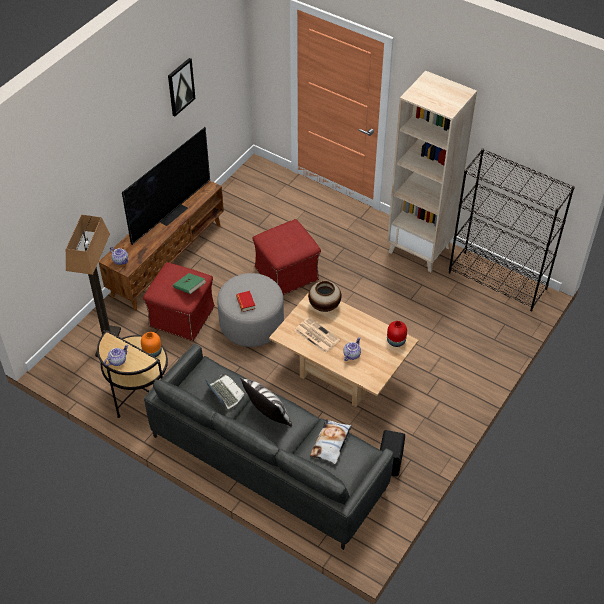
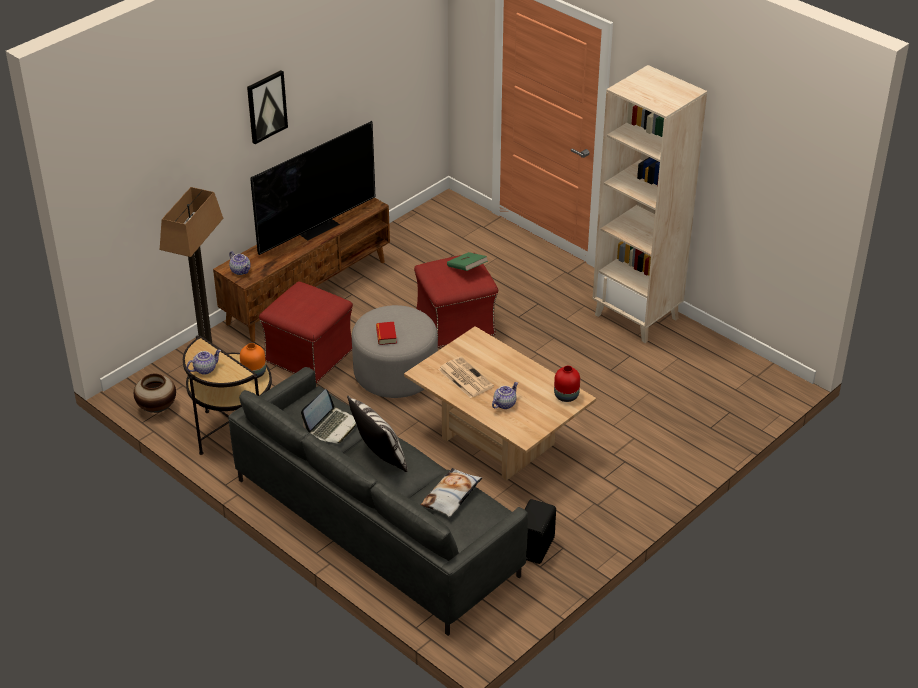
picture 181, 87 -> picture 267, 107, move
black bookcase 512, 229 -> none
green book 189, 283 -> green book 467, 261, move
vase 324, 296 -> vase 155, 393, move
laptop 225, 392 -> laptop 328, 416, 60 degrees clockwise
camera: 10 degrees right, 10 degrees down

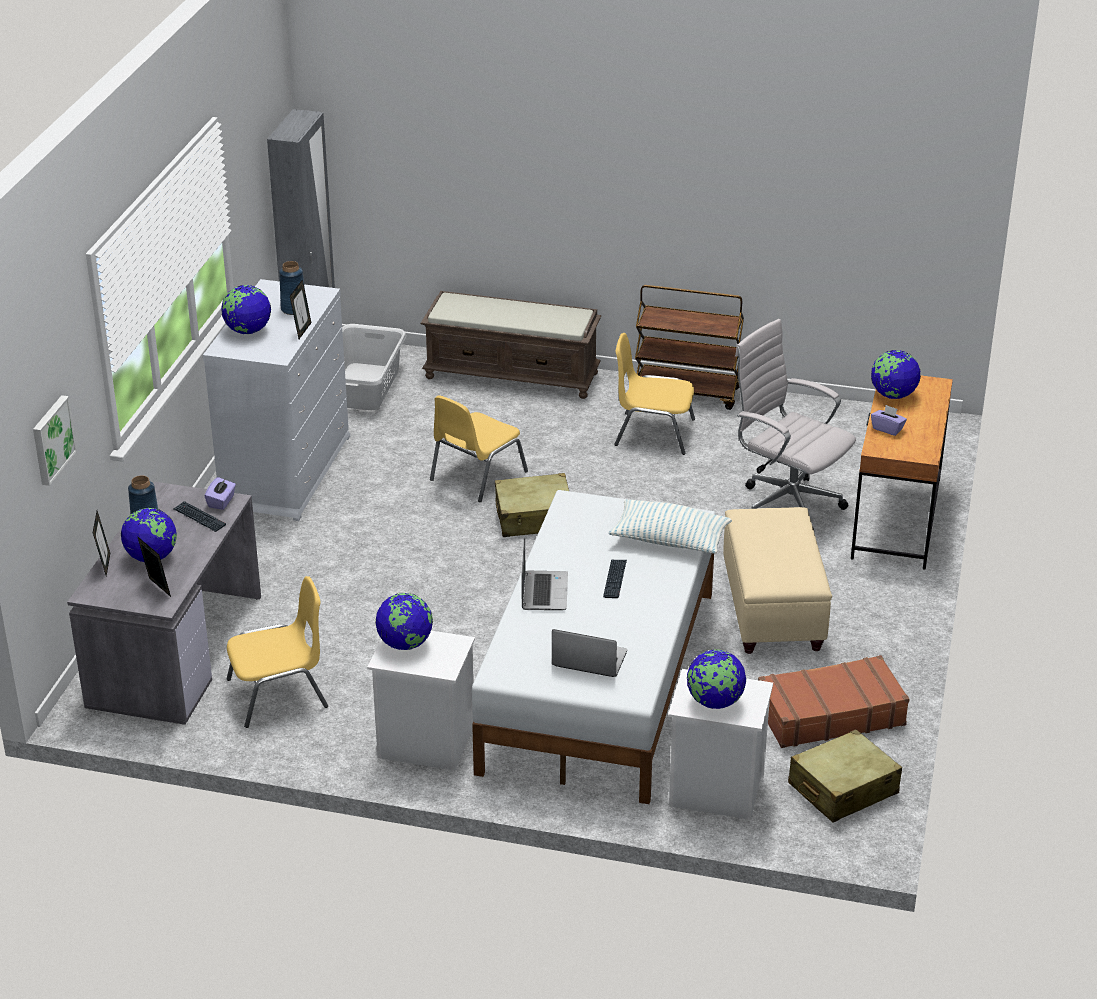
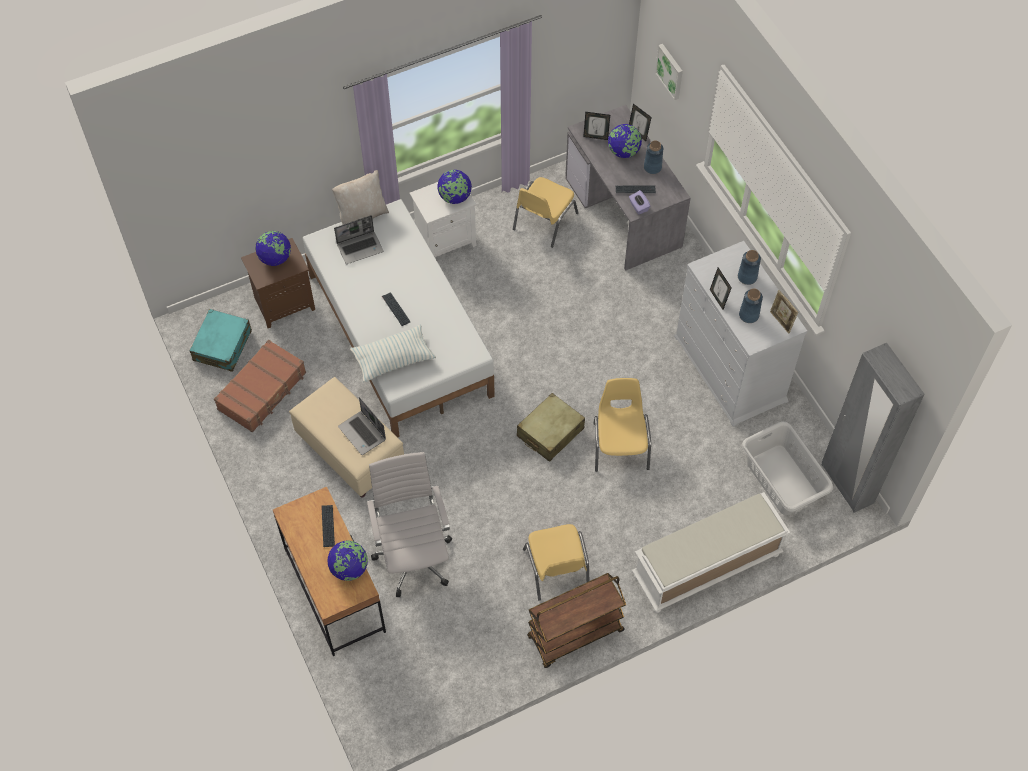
globe 246, 309 -> blue vase 749, 267
brown bench 510, 345 -> white bench 711, 552
white office chair 795, 424 -> white office chair 409, 524, 105 degrees counterclockwise
yellow chair 654, 394 -> yellow chair 556, 562, 105 degrees clockwise
purple tissue box 889, 420 -> keyboard 328, 526
laptop 544, 574 -> laptop 362, 426, move
white nightstand 720, 744 -> brown nightstand 278, 283
beige suitcase 845, 775 -> turquoise suitcase 221, 340
none -> beige pillow 360, 197
none -> picture frame 784, 312
camera: 140 degrees right, 25 degrees up

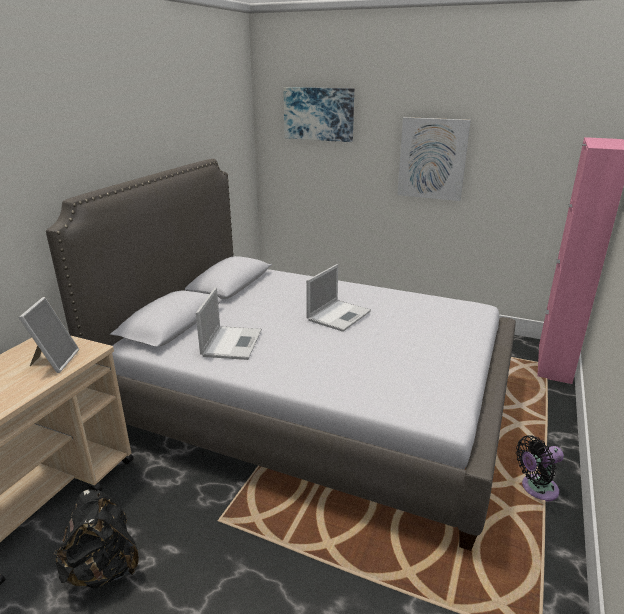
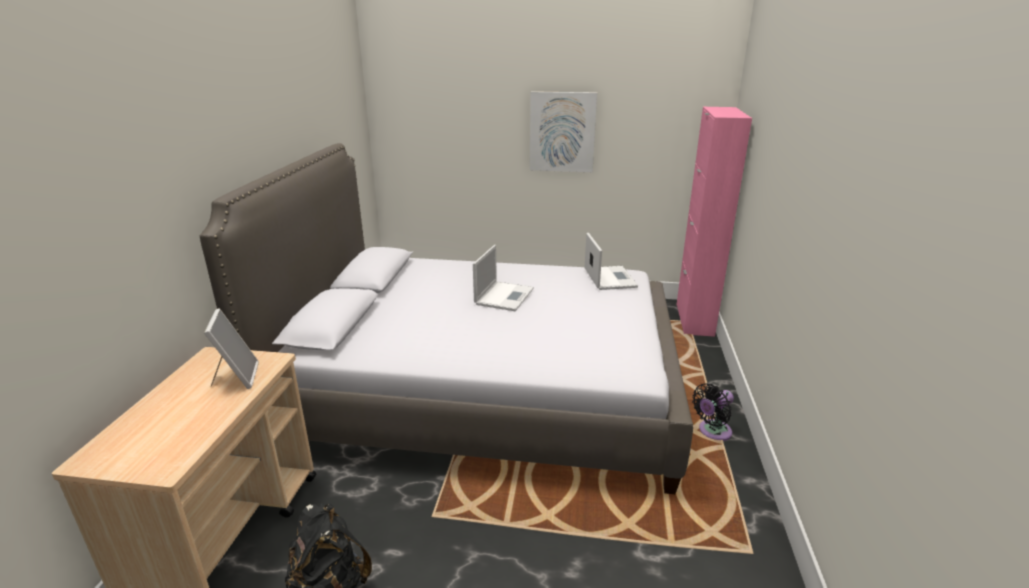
picture 318, 114 -> none
laptop 229, 323 -> laptop 611, 261, move
camera: 15 degrees left, 0 degrees up

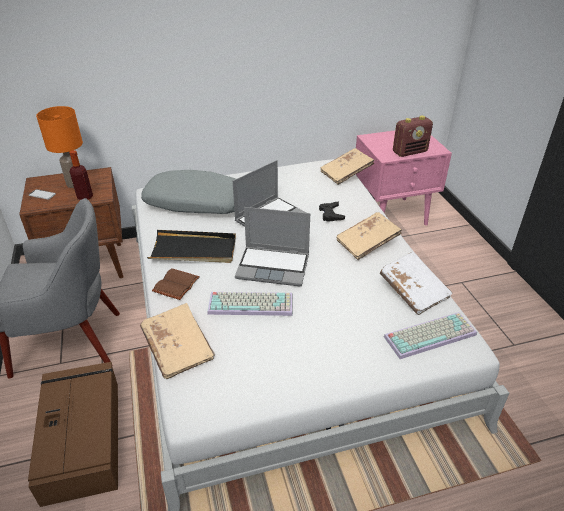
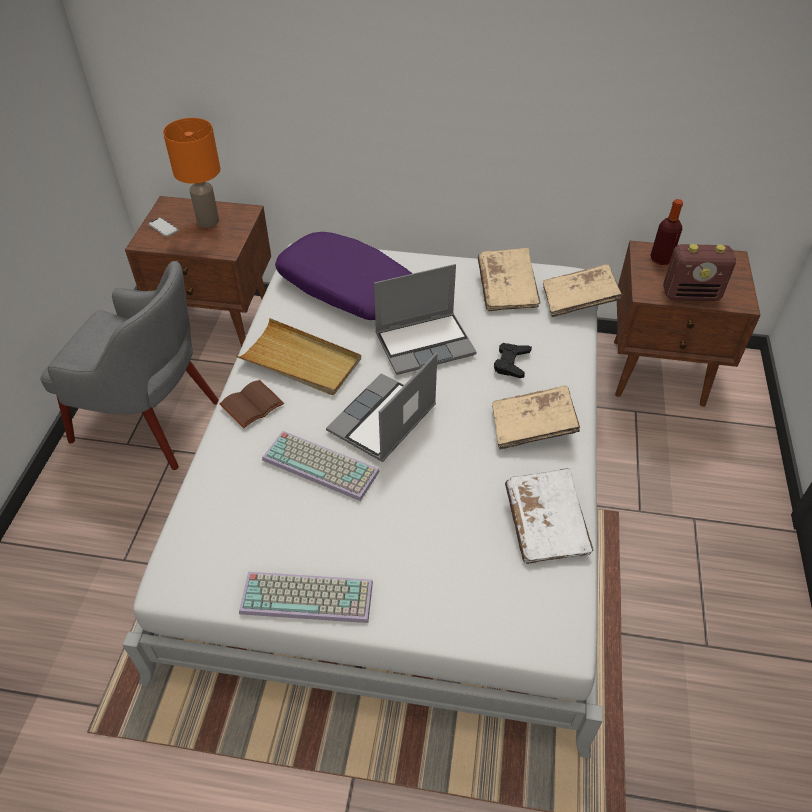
pink nightstand 404, 178 -> brown nightstand 687, 323
bottle 81, 175 -> bottle 666, 232, move
grey pillow 188, 192 -> purple pillow 343, 276
laptop 272, 246 -> laptop 381, 407, 90 degrees clockwise
black tray 191, 246 -> beige tray 298, 356
beige book 177, 341 -> beige book 509, 279, move
keyboard 430, 335 -> keyboard 306, 597, move
brown storage box 73, 434 -> none
camera: 25 degrees right, 10 degrees up

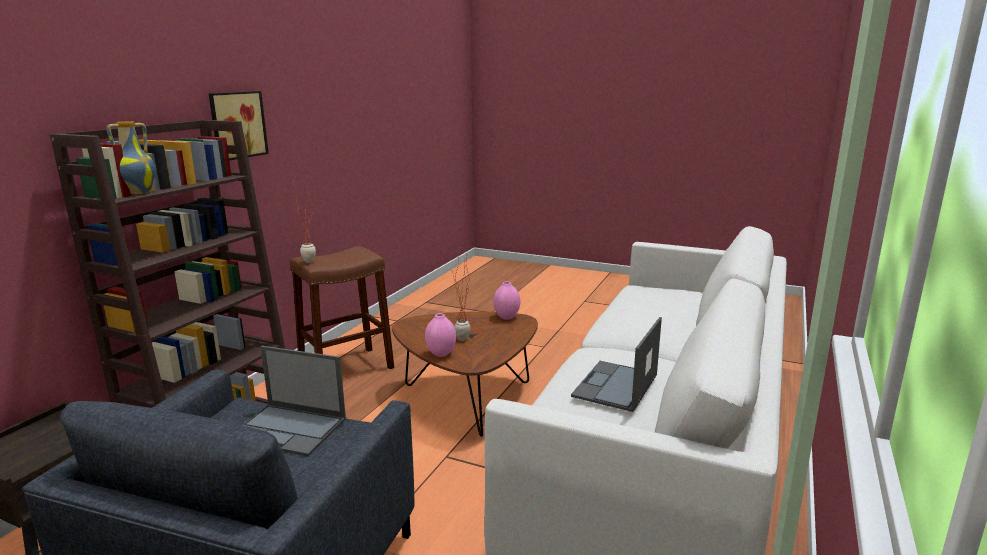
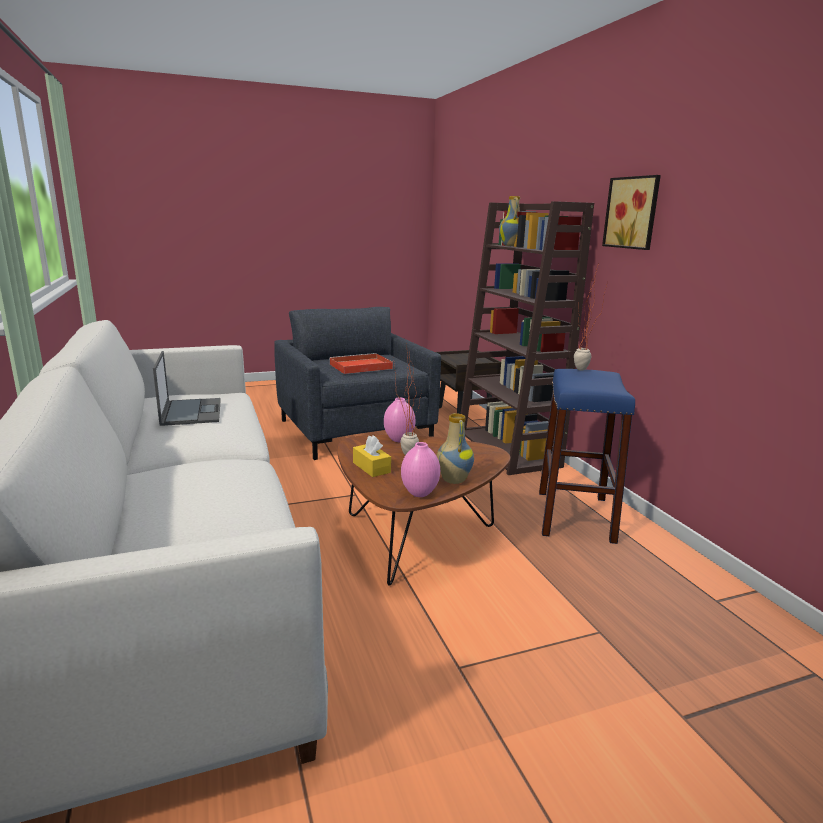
brown stool 342, 307 -> blue stool 587, 456
laptop 294, 401 -> red tray 361, 363
none -> vase 455, 448
none -> yellow tissue box 372, 456
camera: 135 degrees right, 0 degrees up

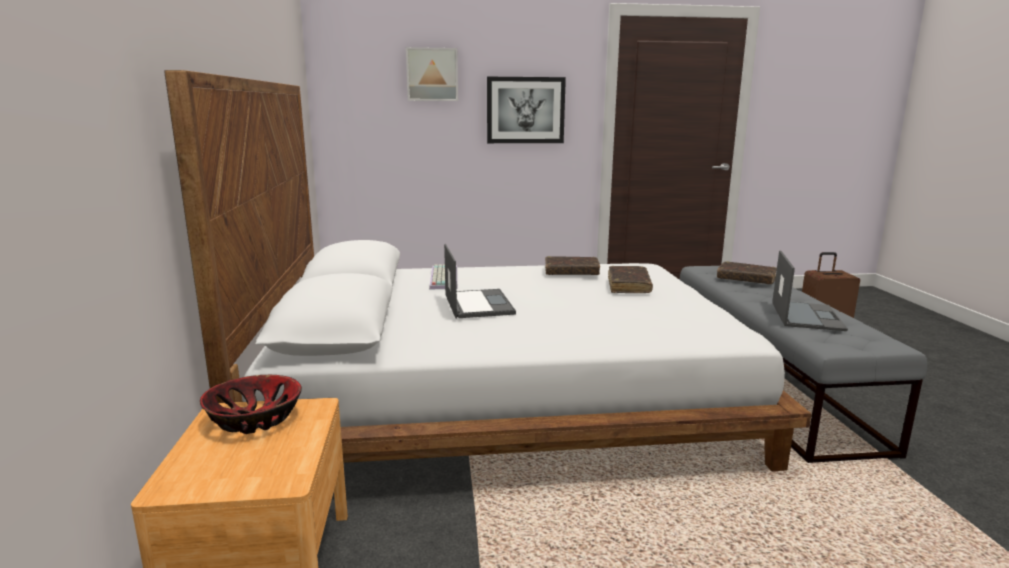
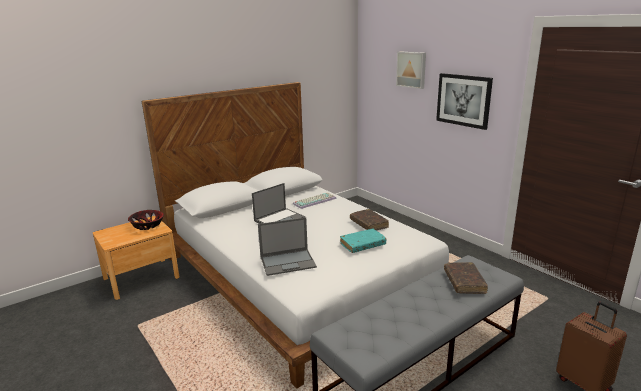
laptop 810, 291 -> laptop 287, 246, move
brown book 630, 279 -> turquoise book 363, 241
camera: 60 degrees right, 5 degrees up

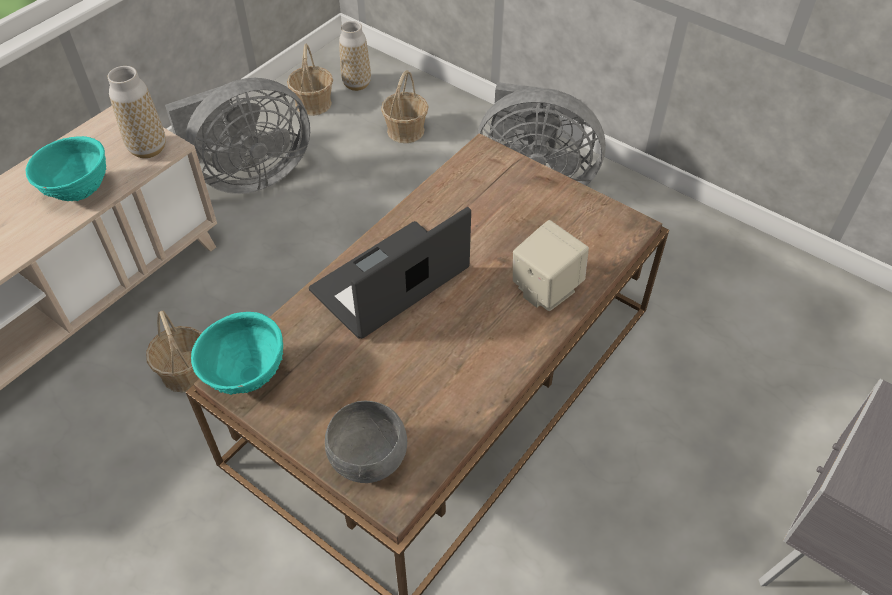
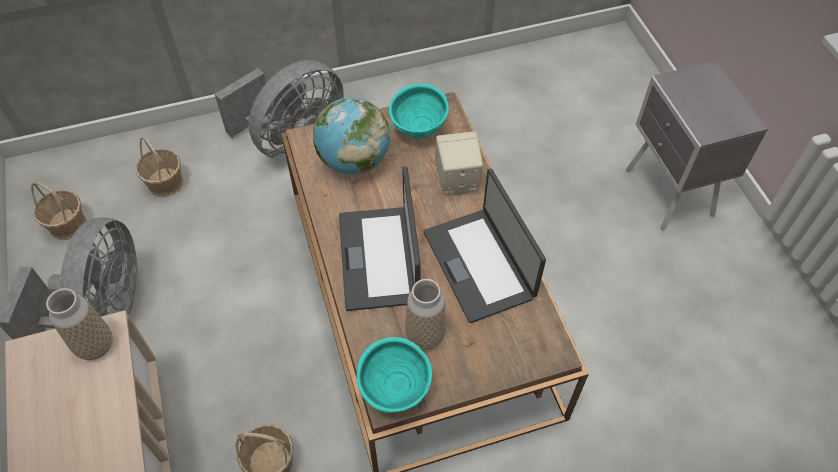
vase 355, 56 -> vase 425, 314, move
turquoise bowl 66, 168 -> turquoise bowl 419, 111, move
grey bowl 366, 442 -> none
none -> globe 351, 136
none -> laptop 485, 245
camera: 55 degrees left, 5 degrees up

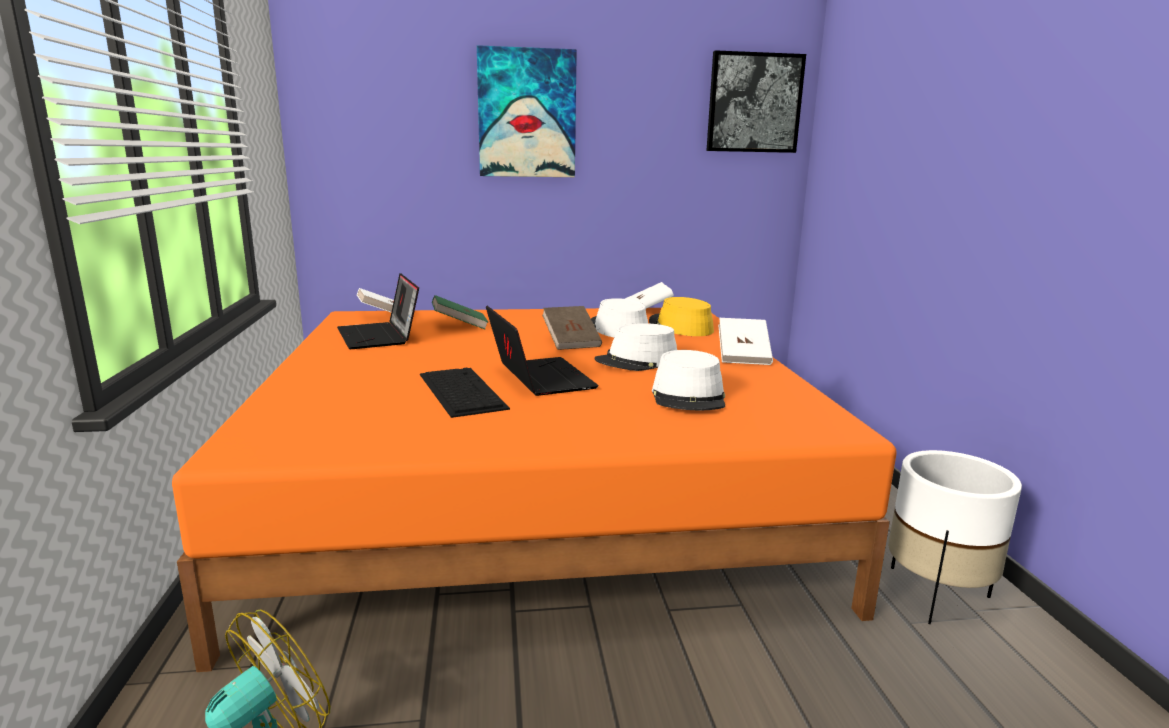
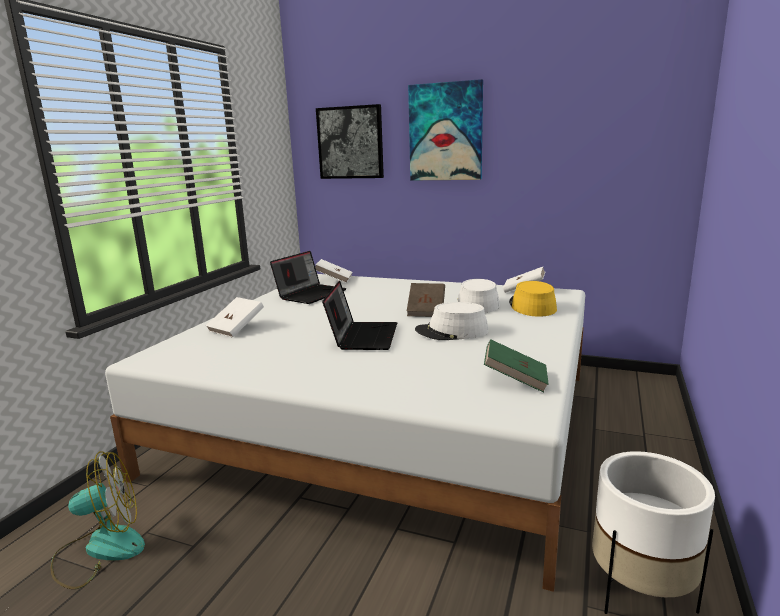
picture 756, 101 -> picture 350, 141, move
laptop 378, 311 -> laptop 308, 277, 150 degrees counterclockwise
green book 460, 312 -> green book 516, 366, move
orange bed 534, 490 -> white bed 345, 433
white book 745, 341 -> white book 235, 317, move
white hat 688, 380 -> none
keyboard 465, 393 -> none
camera: 30 degrees right, 0 degrees up

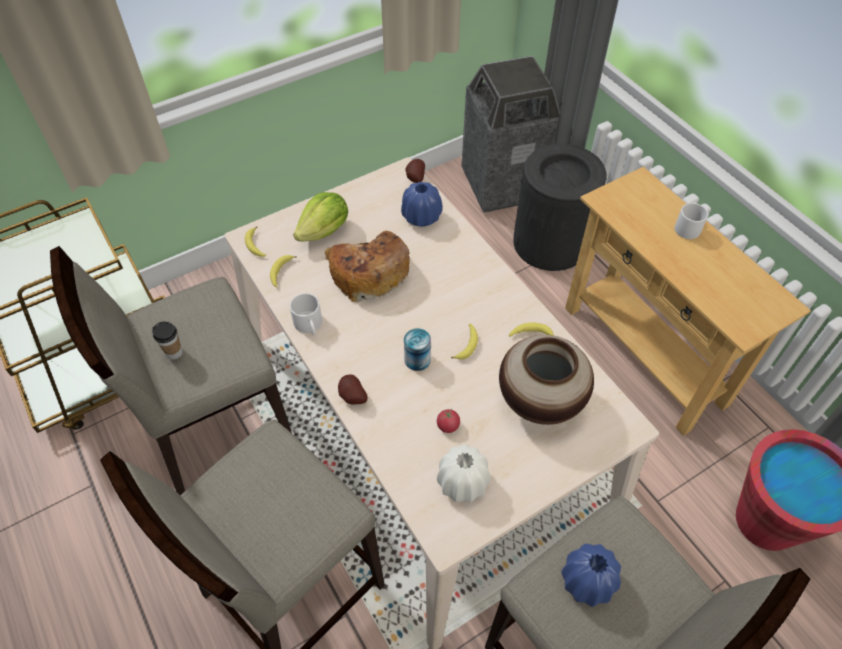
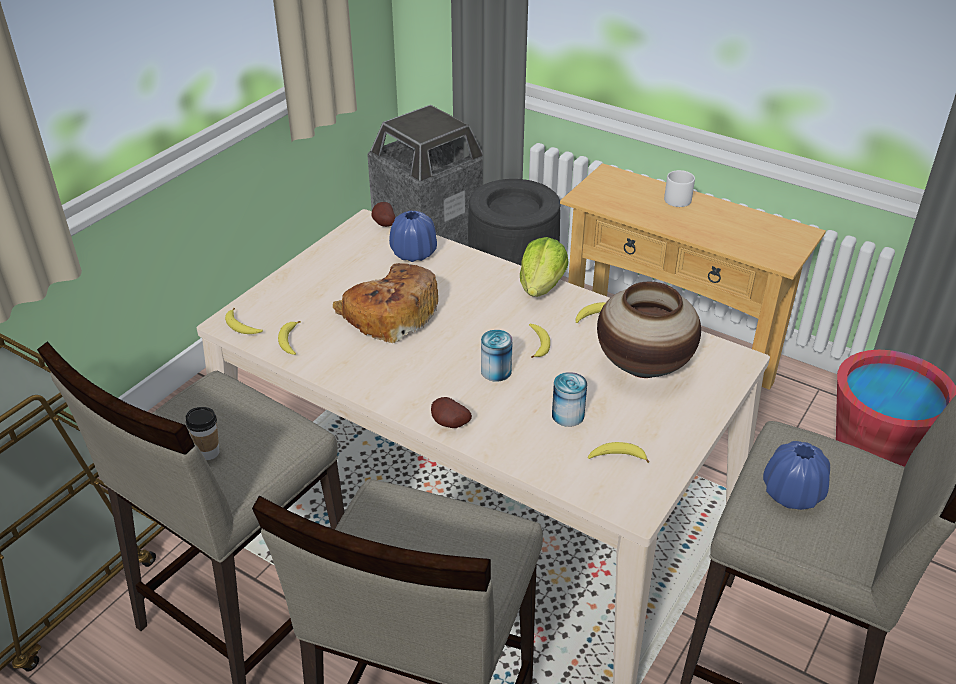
lettuce 320, 216 -> lettuce 544, 267, move
white mug 306, 314 -> none
tomato 448, 420 -> can 569, 399
white vase 464, 474 -> banana 618, 452
camera: 25 degrees left, 15 degrees down

